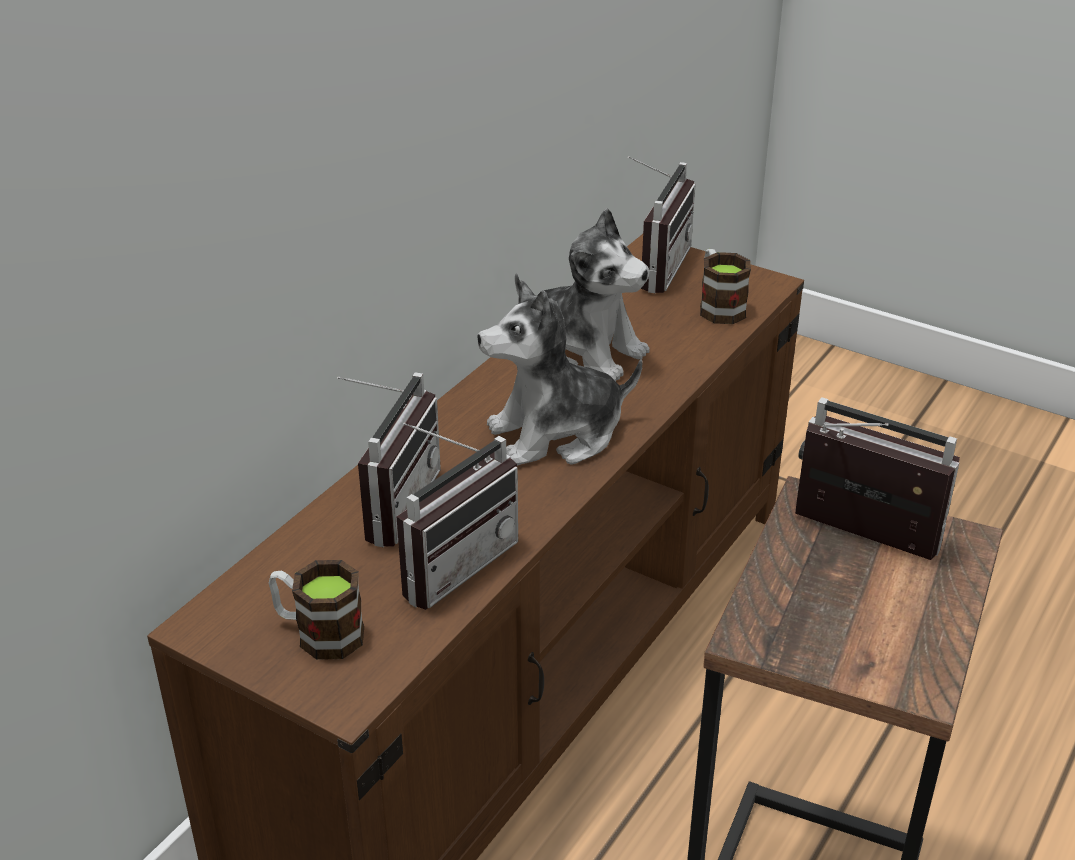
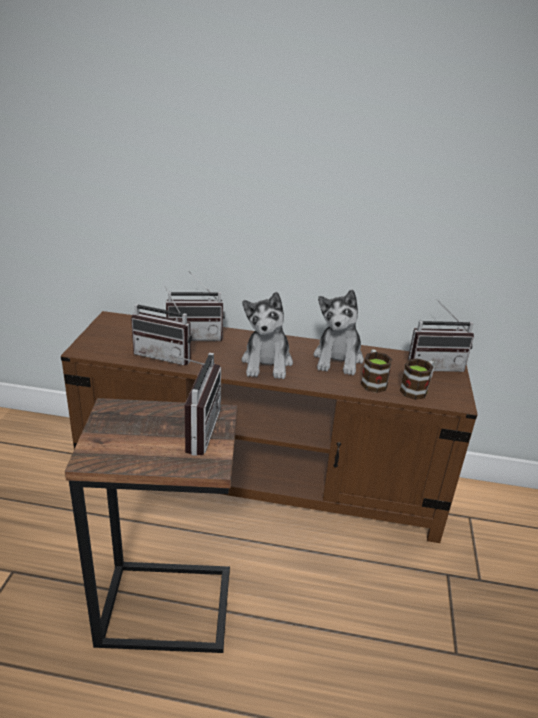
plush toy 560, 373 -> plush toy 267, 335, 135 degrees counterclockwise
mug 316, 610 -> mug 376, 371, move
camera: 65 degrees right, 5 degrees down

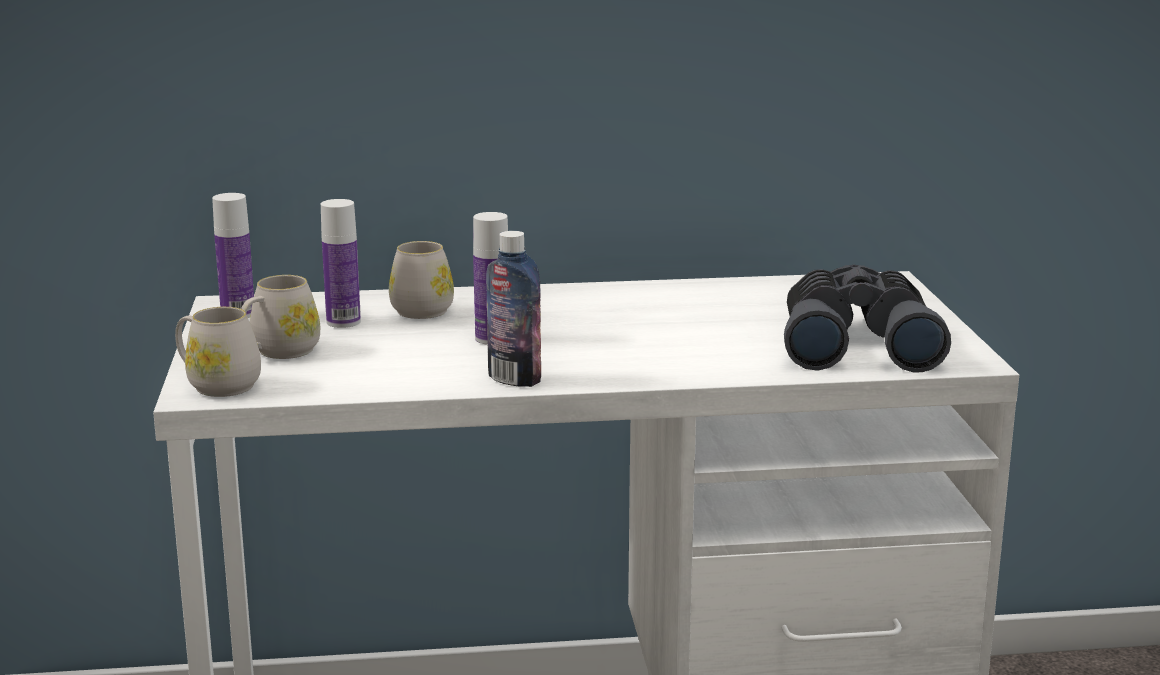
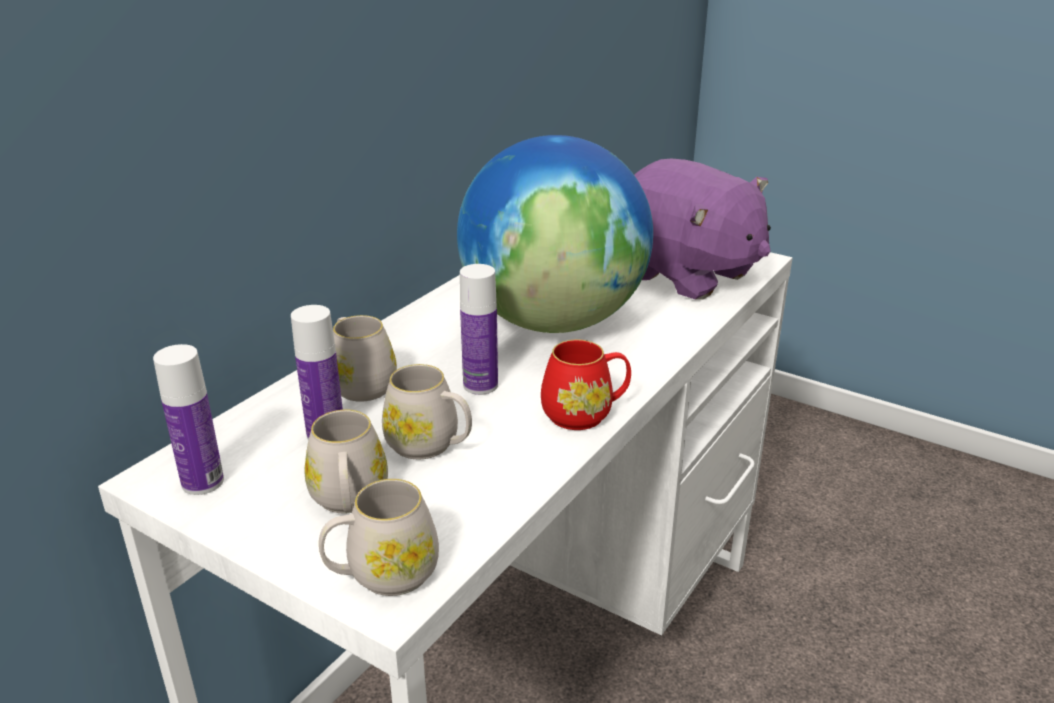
bottle 513, 309 -> red mug 586, 385
grey binoculars 867, 319 -> purple plush toy 702, 229
none -> globe 555, 234
none -> white mug 427, 411
camera: 50 degrees left, 10 degrees up

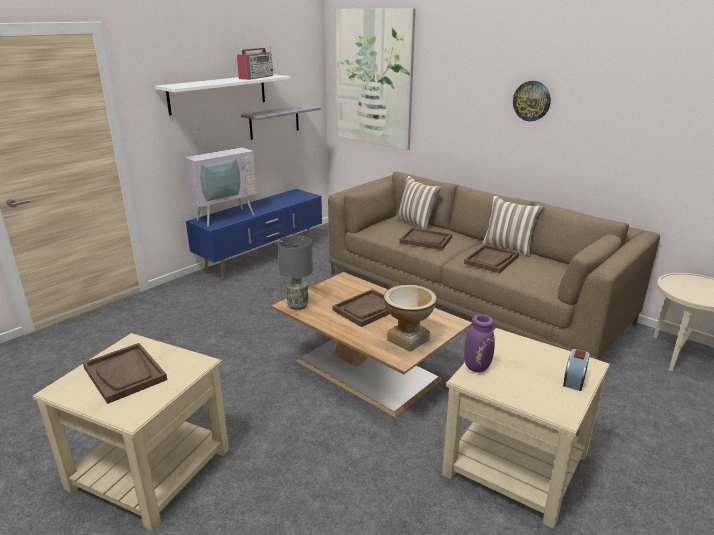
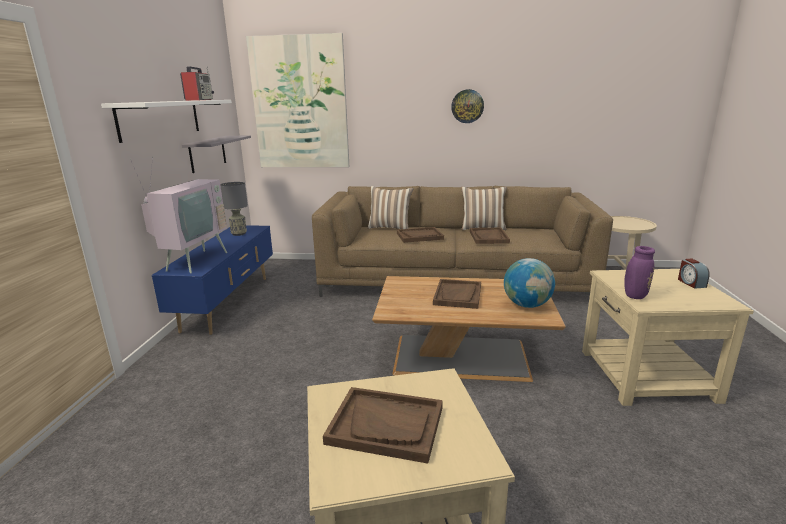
grey table lamp 295, 272 -> grey table lamp 234, 209, move
vase 410, 318 -> globe 529, 283
camera: 35 degrees left, 5 degrees down

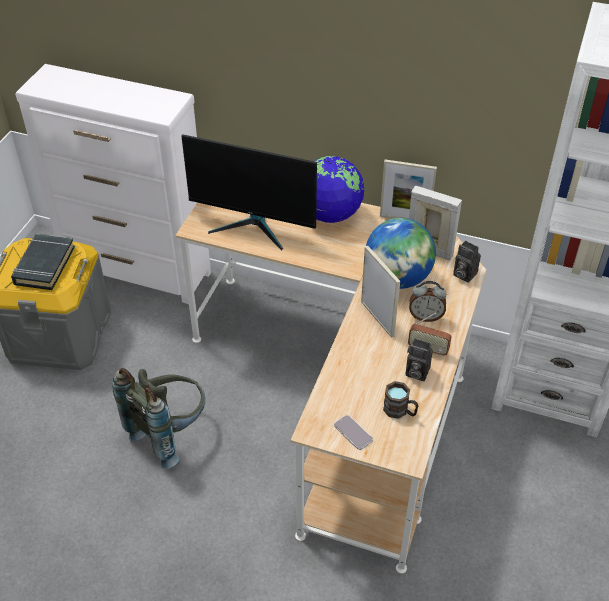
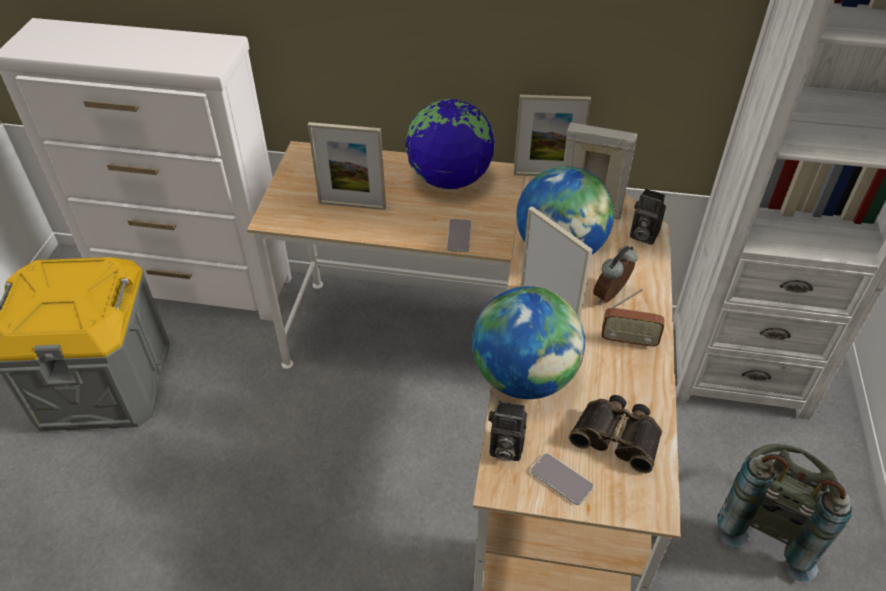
monitor 249, 193 -> picture frame 347, 166
black book 43, 262 -> none
alarm clock 427, 301 -> alarm clock 615, 274, 135 degrees clockwise
photo camera 419, 360 -> photo camera 508, 431, move
grey backpack 158, 418 -> grey backpack 785, 513, move
brown mug 401, 400 -> binoculars 615, 434
none -> phone 459, 235
none -> globe 528, 342
camera: 10 degrees left, 0 degrees up

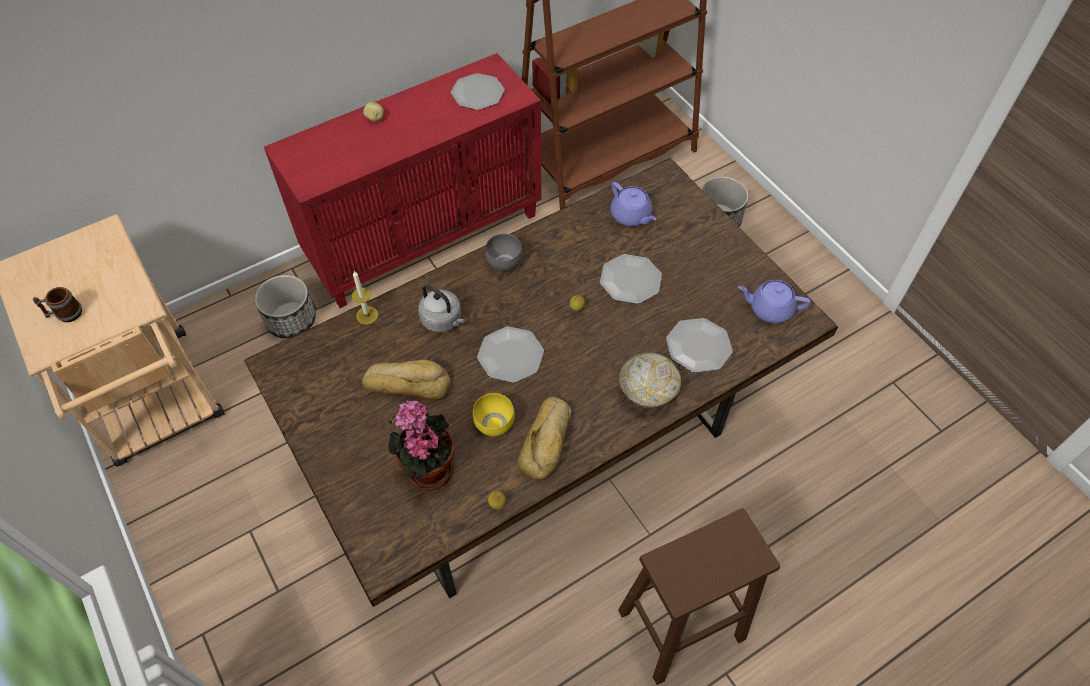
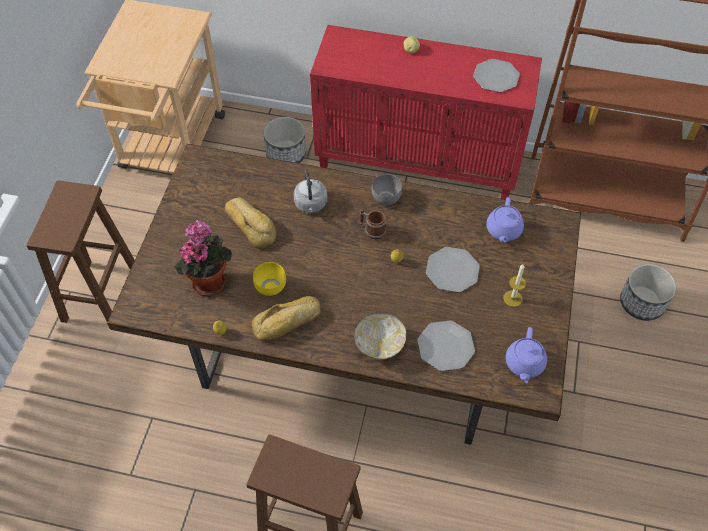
candle 364, 298 -> candle 514, 285, move
purple teapot 774, 301 -> purple teapot 526, 355, 135 degrees counterclockwise
mug 57, 304 -> mug 372, 224, move
plate 510, 354 -> none
none -> brown stool 81, 252
camera: 45 degrees right, 0 degrees up

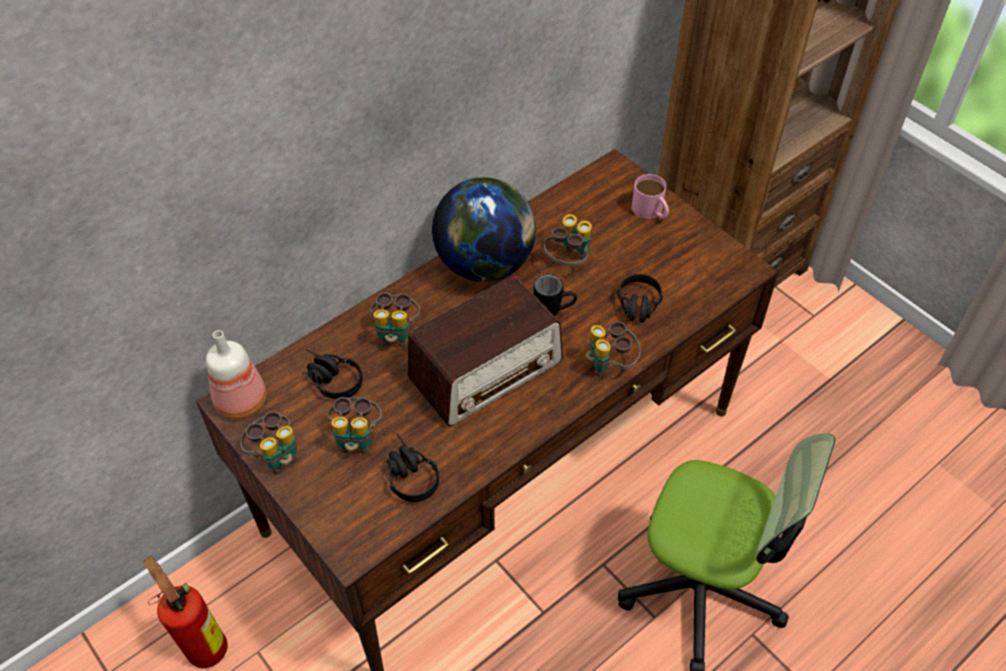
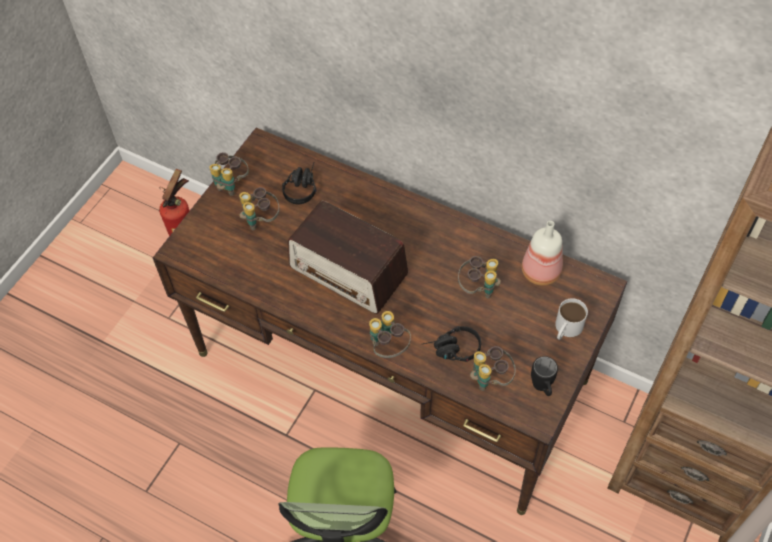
pink mug 650, 196 -> white mug 571, 319
globe 484, 229 -> none
black mug 555, 295 -> black mug 544, 376, move
binoculars 395, 319 -> binoculars 493, 368, move
bottle 236, 374 -> bottle 542, 253, move
black headphones 413, 468 -> none
camera: 70 degrees right, 5 degrees up

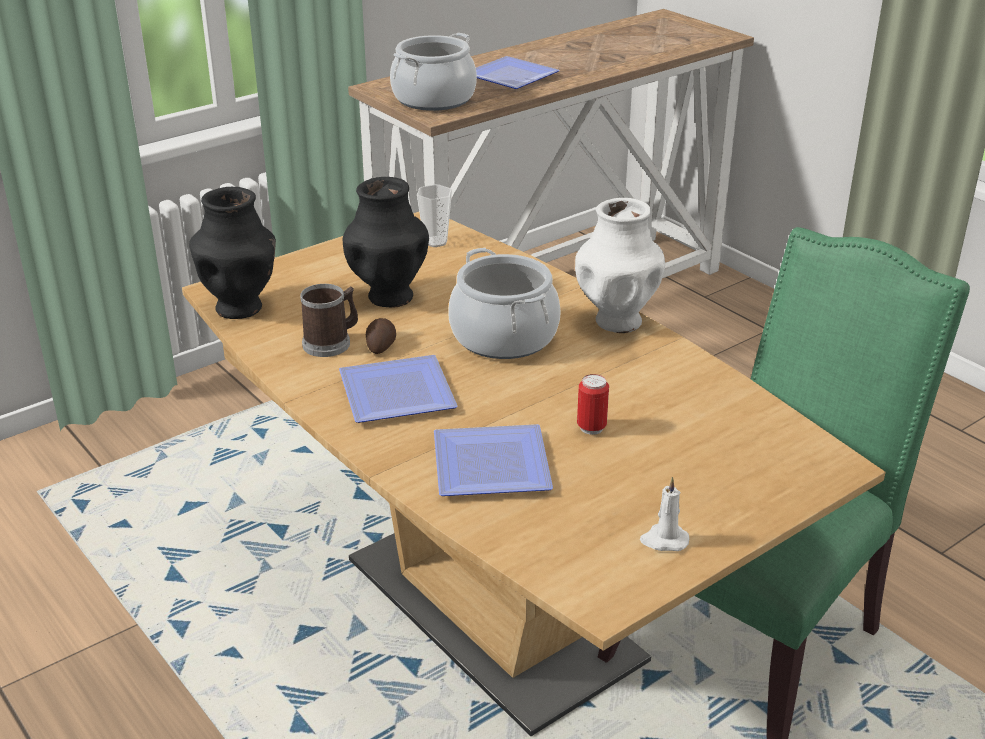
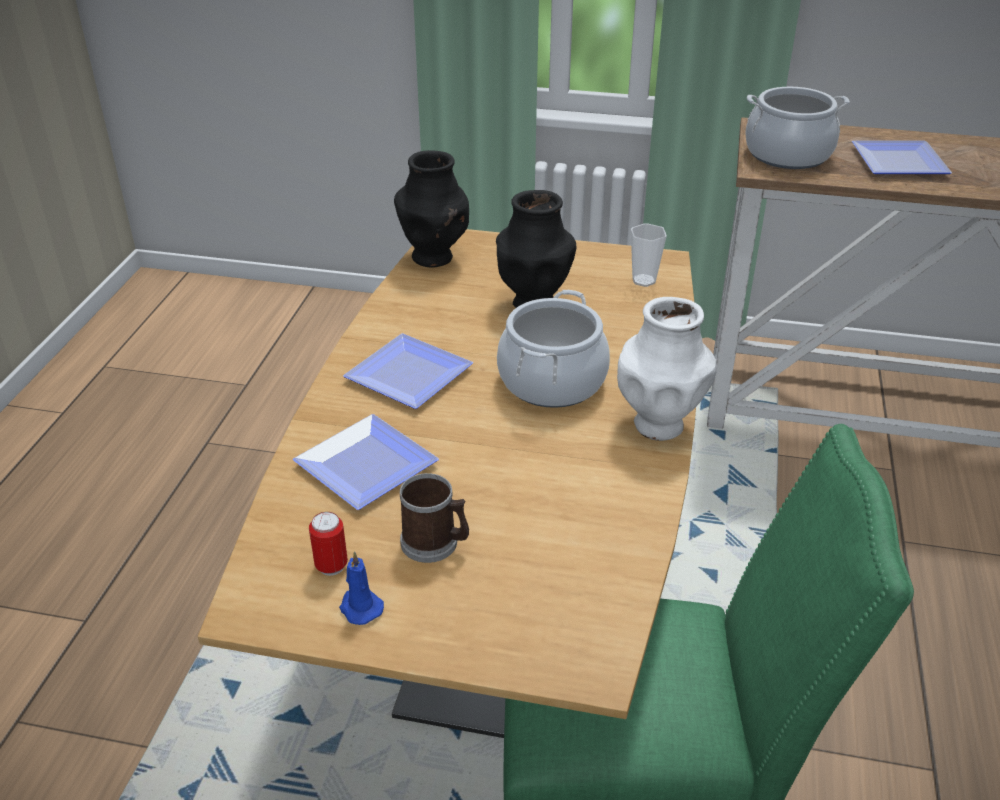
mug 329, 320 -> mug 434, 518, move
potato 381, 336 -> none
can 593, 404 -> can 328, 544, move
white candle 665, 514 -> blue candle 361, 588
camera: 50 degrees right, 5 degrees up

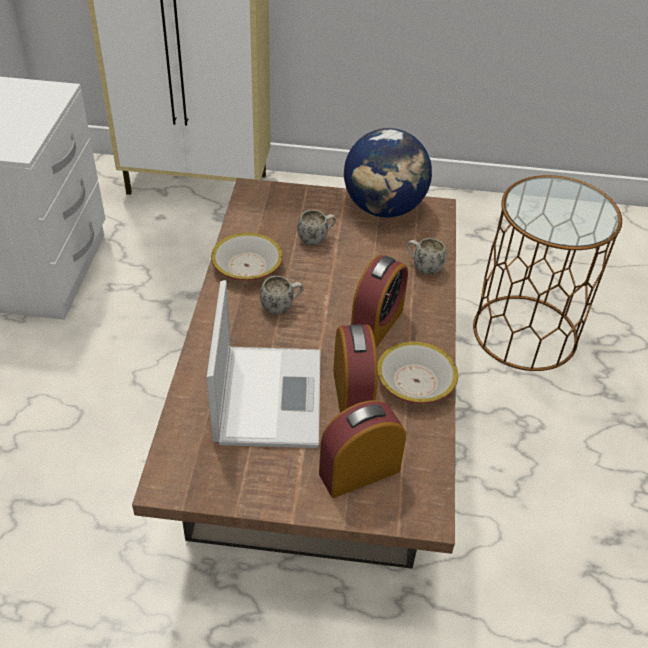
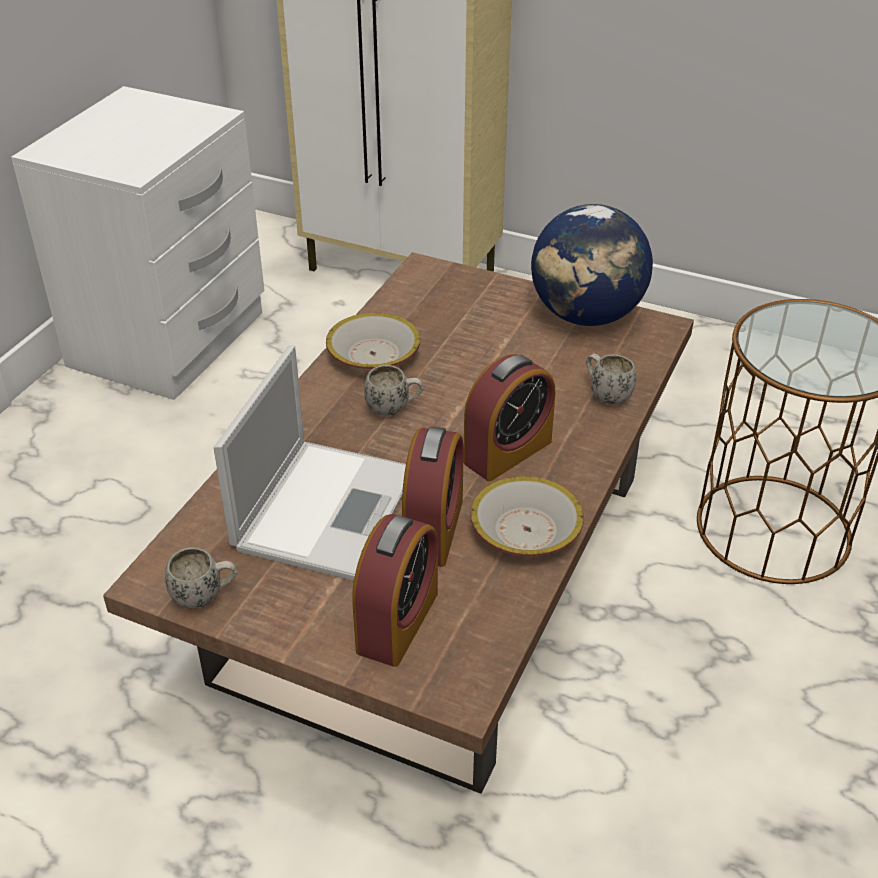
white mug 316, 227 -> white mug 201, 577, move
alarm clock 362, 449 -> alarm clock 395, 590, 120 degrees clockwise
camera: 20 degrees right, 5 degrees down

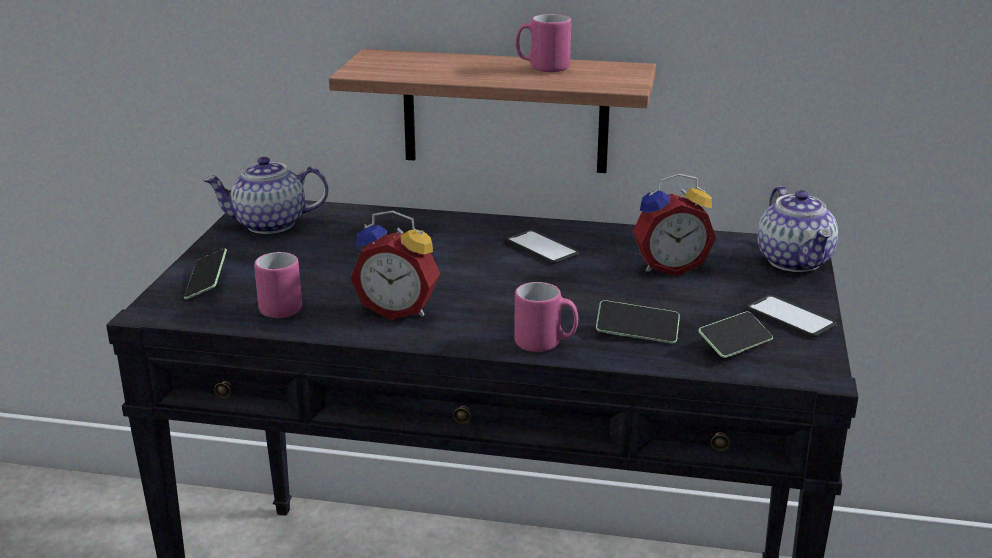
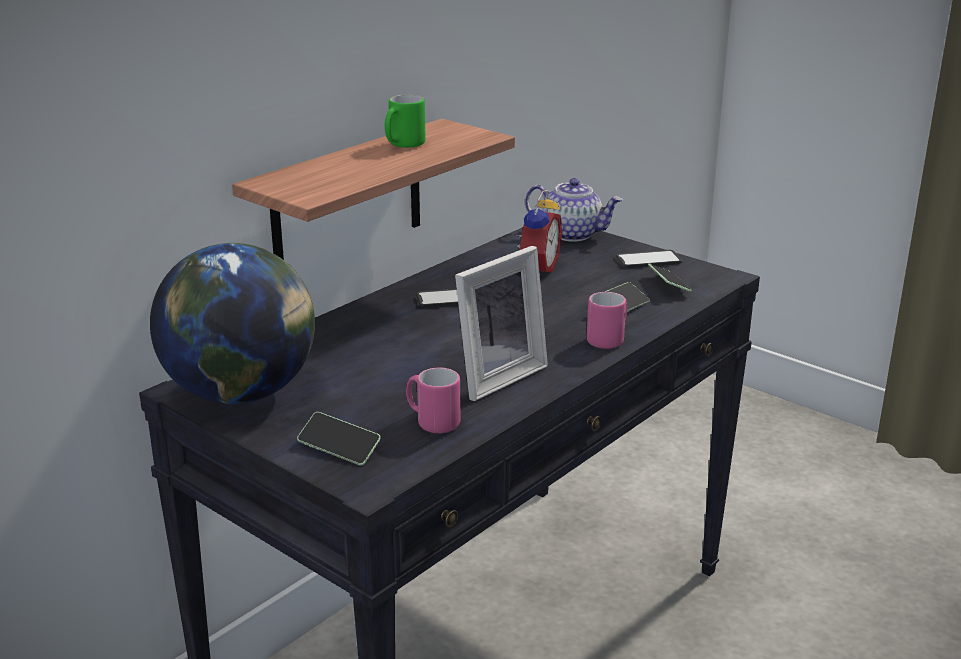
pink mug 543, 43 -> green mug 405, 121
teapot 265, 195 -> globe 232, 323
alarm clock 395, 265 -> picture frame 501, 323
camera: 60 degrees left, 0 degrees up

